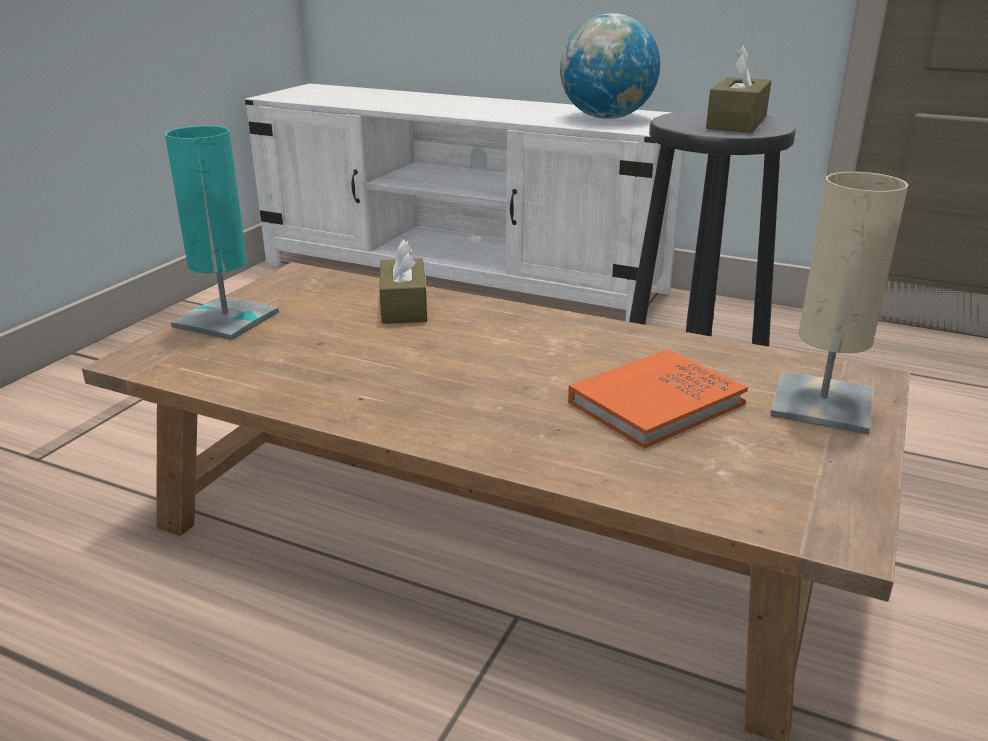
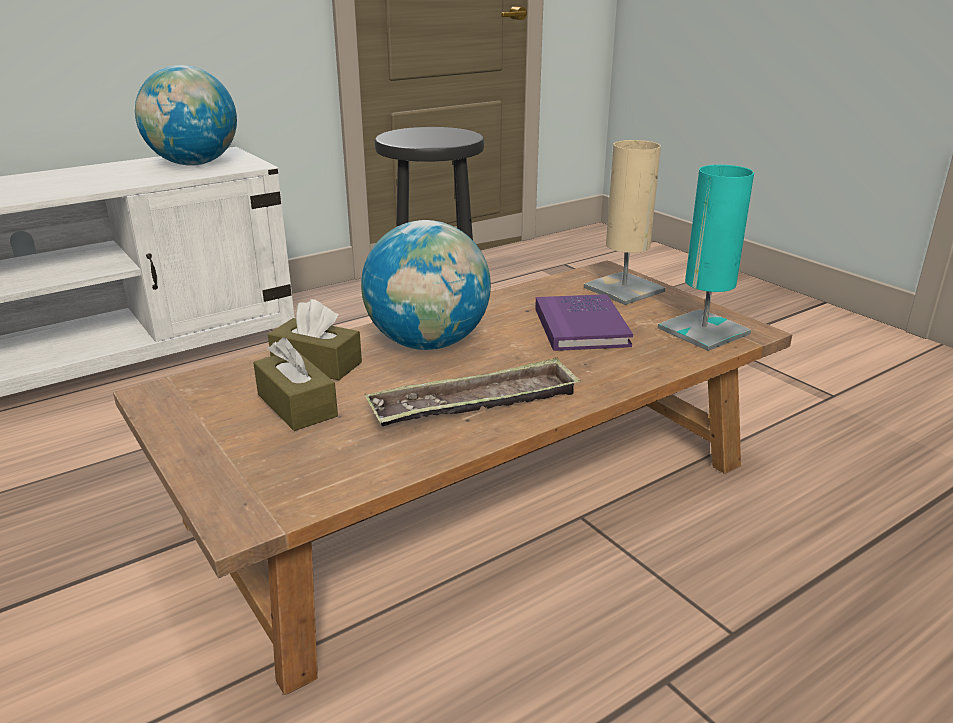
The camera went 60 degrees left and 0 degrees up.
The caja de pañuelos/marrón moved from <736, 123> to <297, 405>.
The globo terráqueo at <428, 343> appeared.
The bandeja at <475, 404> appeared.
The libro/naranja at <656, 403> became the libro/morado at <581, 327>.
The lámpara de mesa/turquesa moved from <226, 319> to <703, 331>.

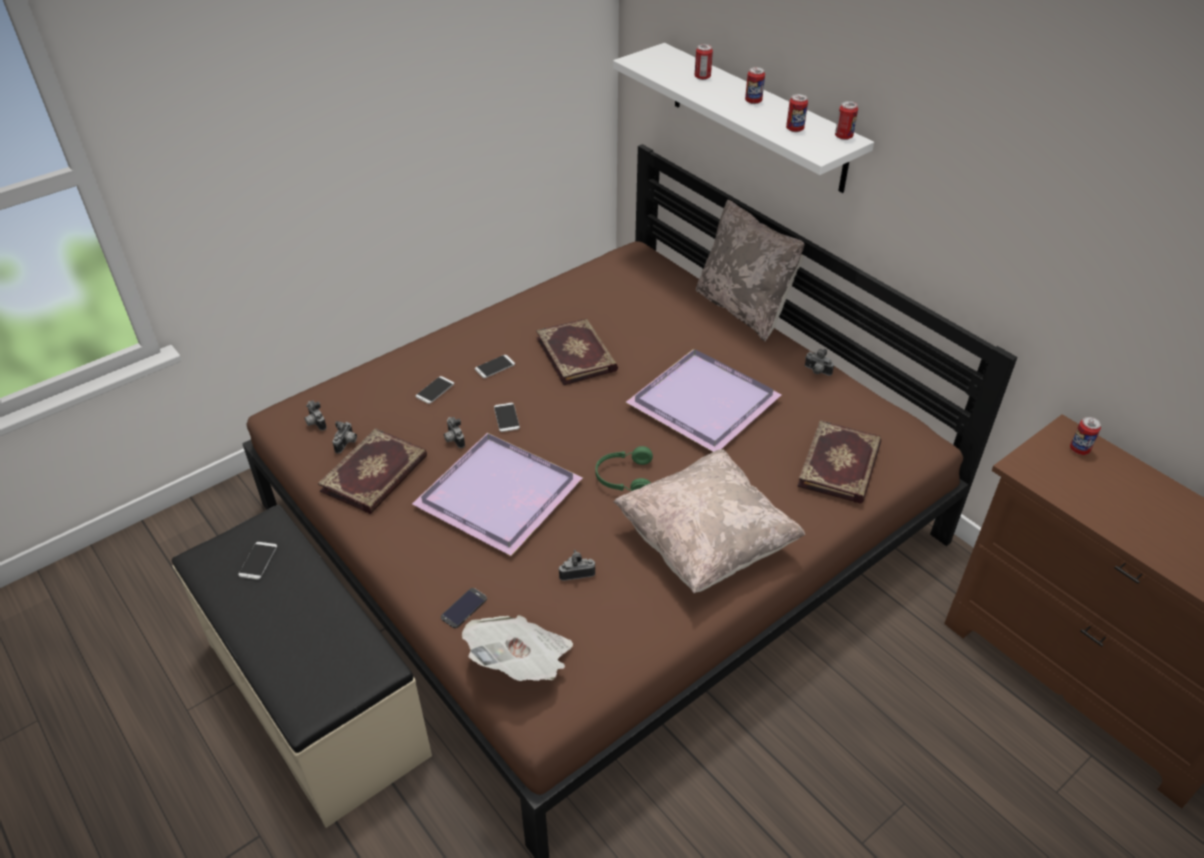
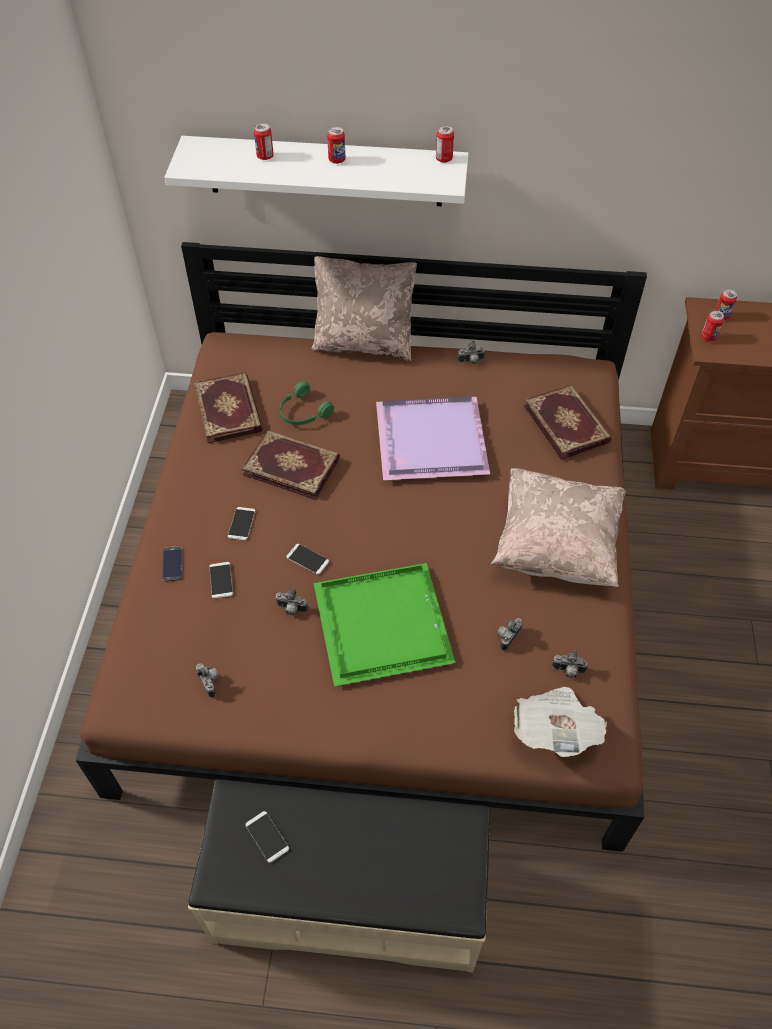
The camera went 45 degrees left and 10 degrees up.
The móvil moved from <464, 608> to <172, 564>.
The libro moved from <375, 474> to <229, 409>.
The auriculares/verde moved from <623, 478> to <302, 413>.
The bandeja/morado at <499, 497> became the bandeja/verde at <385, 626>.
The cámara moved from <315, 423> to <568, 671>.
The lata moved from <794, 129> to <708, 337>.

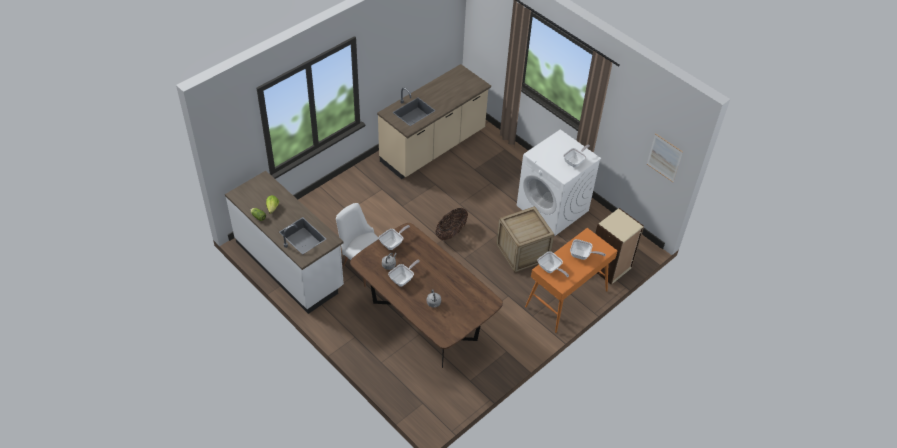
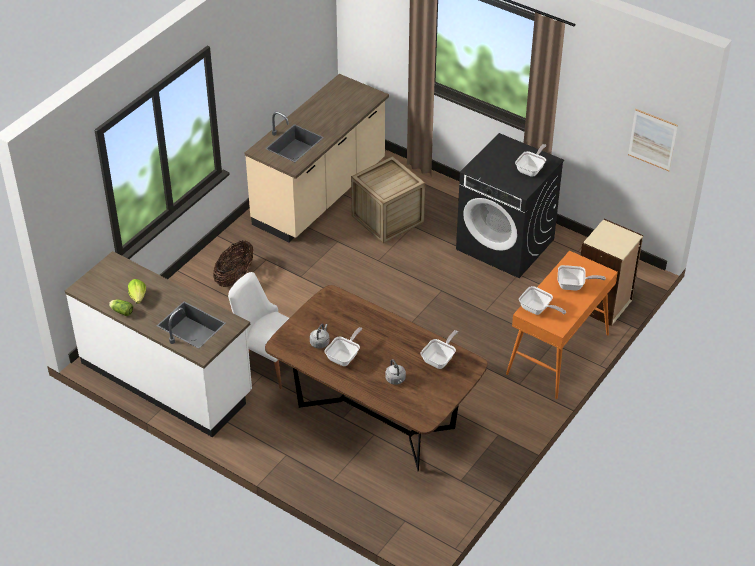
The camera went 10 degrees left and 5 degrees down.
The cesta moved from <451, 232> to <234, 276>.
The caja de embalaje moved from <522, 252> to <387, 219>.
The sartén moved from <393, 243> to <440, 359>.
The lavadora/blanco at <553, 208> became the lavadora/negro at <506, 244>.

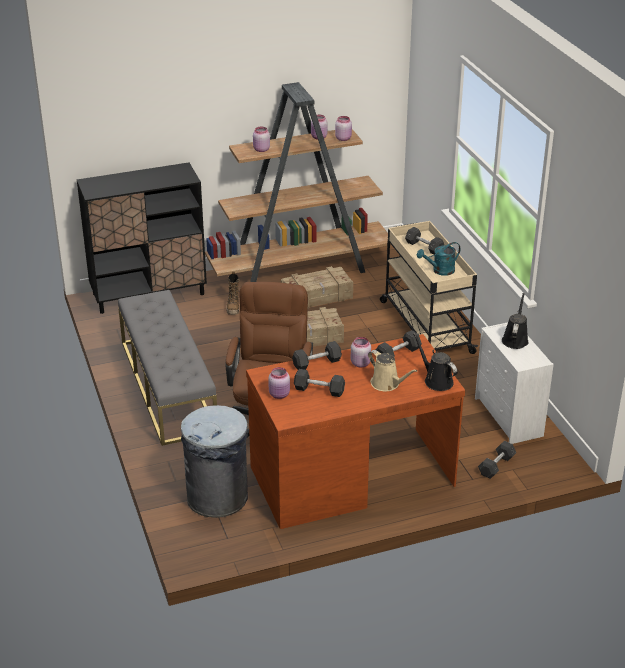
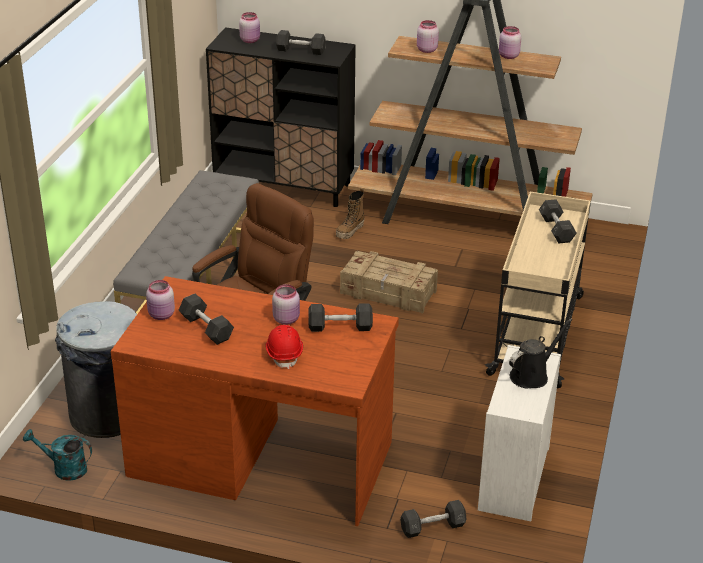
The camera went 35 degrees right and 0 degrees up.
The regadera/turquesa moved from <440, 271> to <64, 469>.
The tarro/rosa moved from <343, 138> to <250, 40>.
The regadera/beis at <387, 384> was replaced by the casco/rojo at <284, 354>.
The mancuerna/gris moved from <317, 363> to <301, 50>.
The caja de embalaje at <317, 297> disappeared.
The regadera/negro at <436, 380> disappeared.

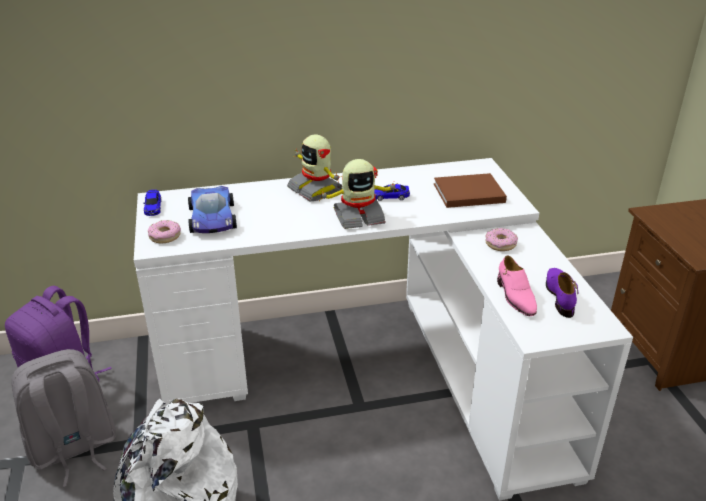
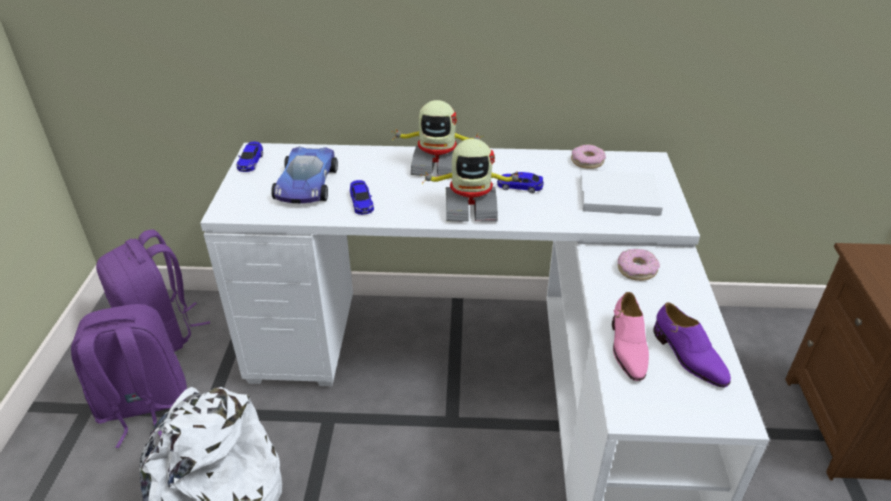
The camera went 15 degrees right and 5 degrees up.
The mochila/gris at <73, 449> became the mochila/morado at <142, 406>.
The coche de juguete at <361, 203> appeared.
The robot de juguete at <316, 189> turned 60 degrees counterclockwise.
The rosquilla moved from <164, 236> to <587, 161>.
The libro/marrón at <466, 193> became the libro/blanco at <615, 195>.
The zapato/morado at <560, 295> turned 135 degrees clockwise.

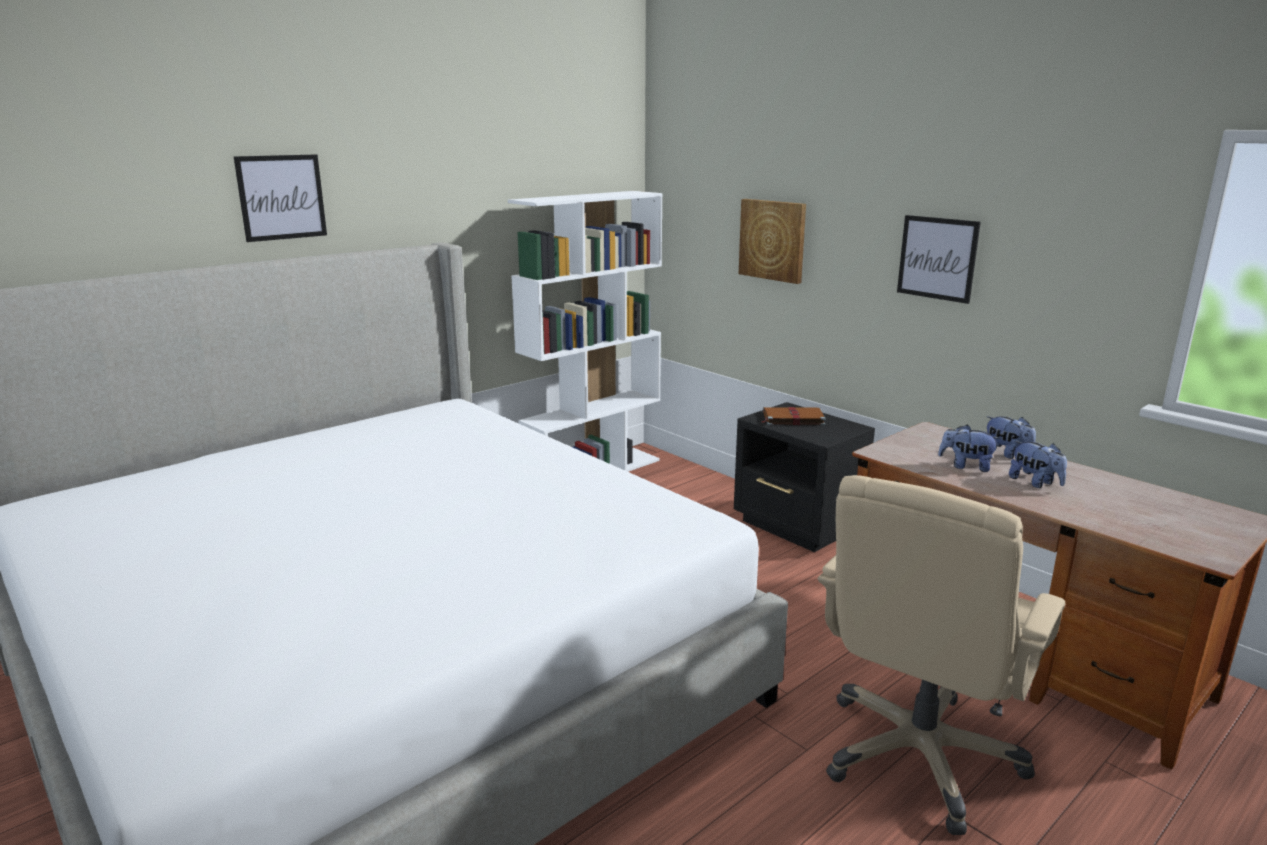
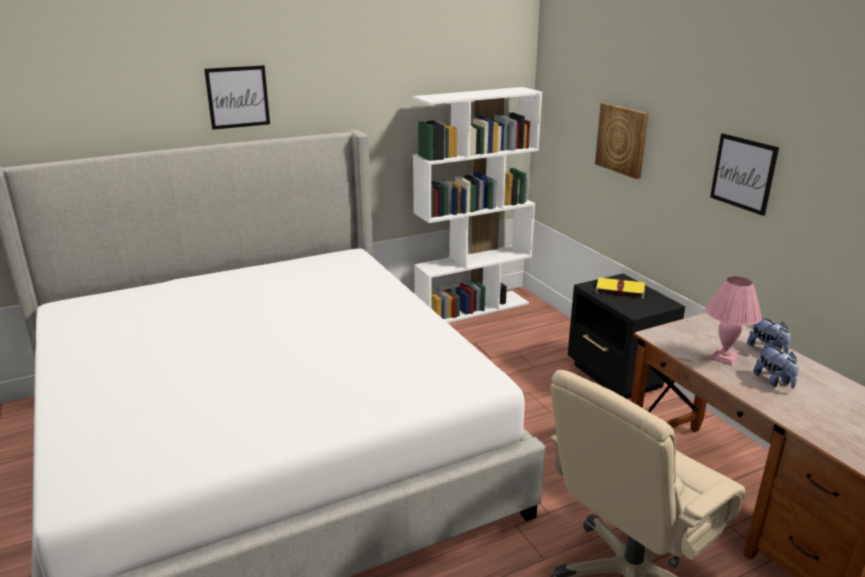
The camera went 15 degrees right and 5 degrees up.
The libro/marrón at <792, 418> became the libro/amarillo at <619, 289>.
The peluche at <966, 466> was replaced by the lámpara de mesa/rosa at <723, 358>.

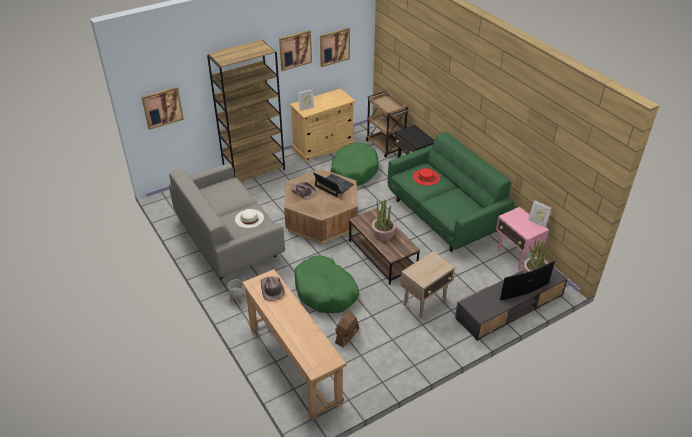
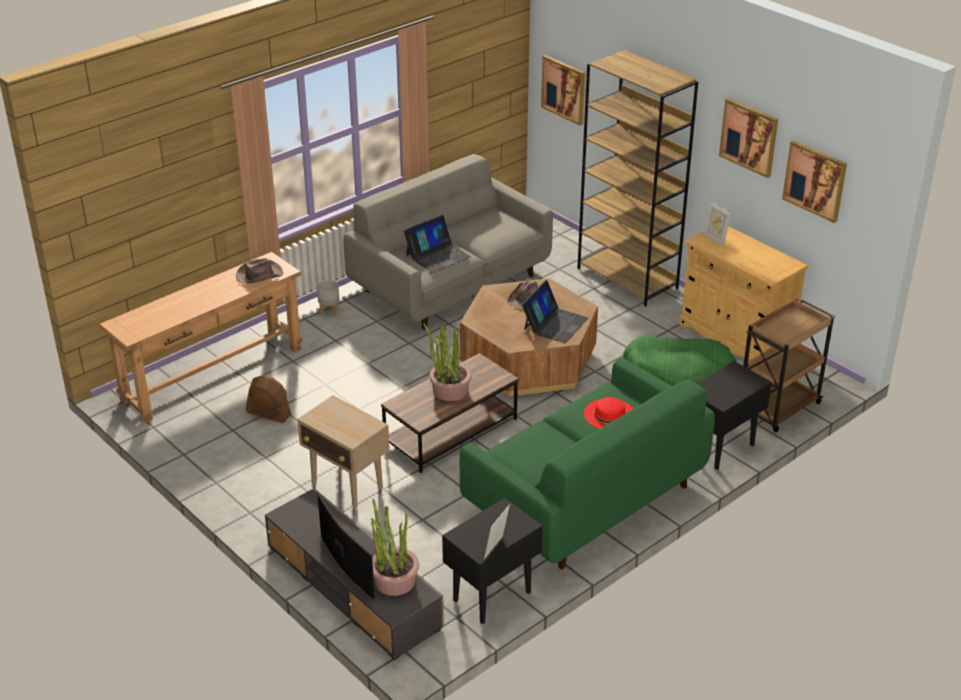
The camera went 80 degrees right and 5 degrees down.
The sombrero/blanco at <249, 218> was replaced by the portátil at <437, 256>.
The mesa auxiliar/rosa at <516, 256> became the mesa auxiliar/negro at <491, 596>.
The cama para perro/verde at <325, 291> disappeared.

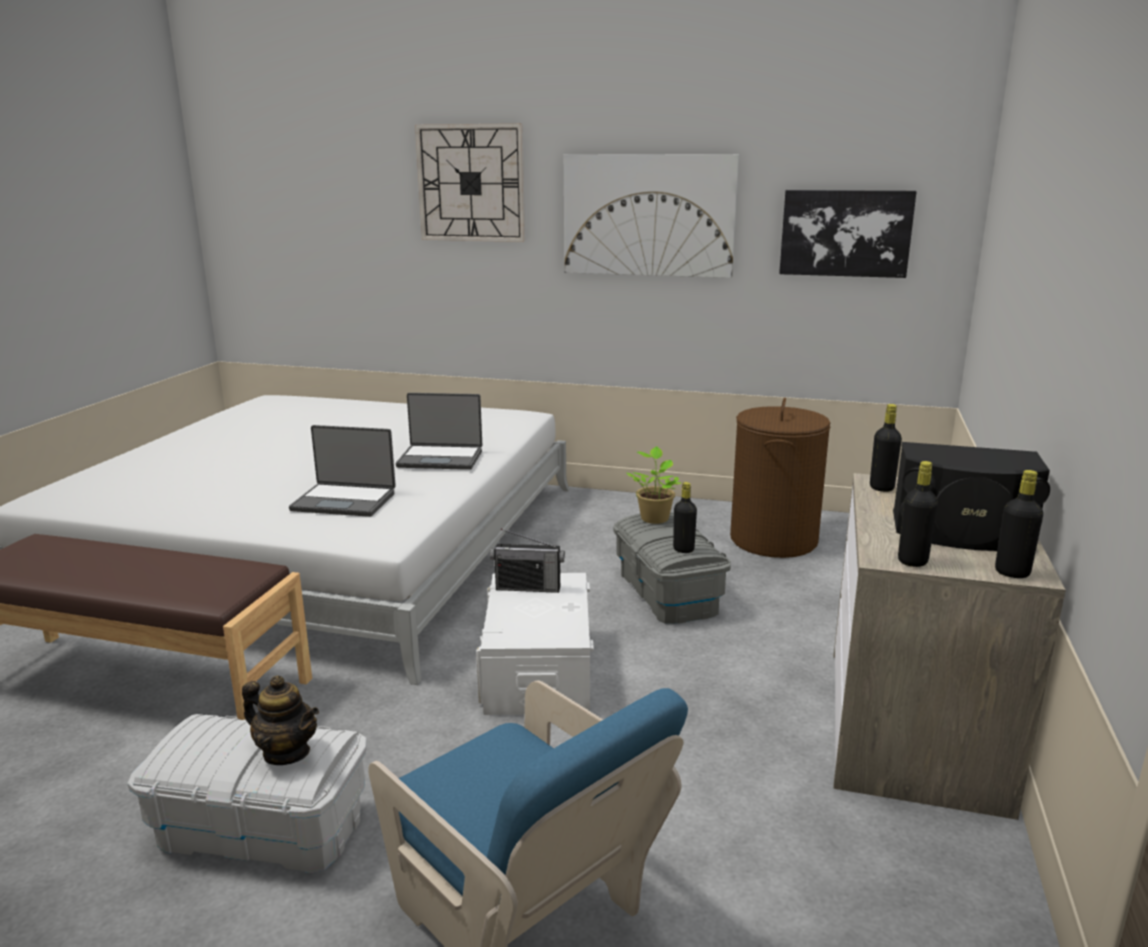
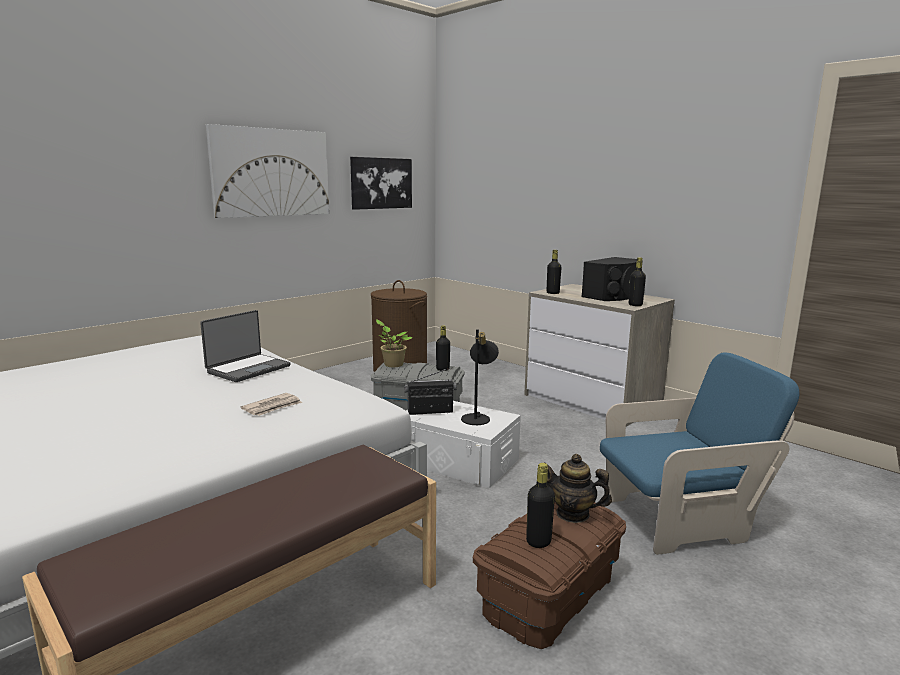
The camera went 60 degrees left and 5 degrees down.
The portátil at <345, 501> was replaced by the periódico at <273, 407>.
The radio at <528, 587> turned 135 degrees counterclockwise.
The lámpara de mesa/negro at <478, 417> appeared.
The caja de almacenaje/blanco at <260, 828> became the caja de almacenaje/marrón at <550, 595>.
The botella/negro moved from <1012, 572> to <538, 542>.
The tetera at <286, 752> turned 120 degrees counterclockwise.
The reloj de pared at <471, 183> disappeared.

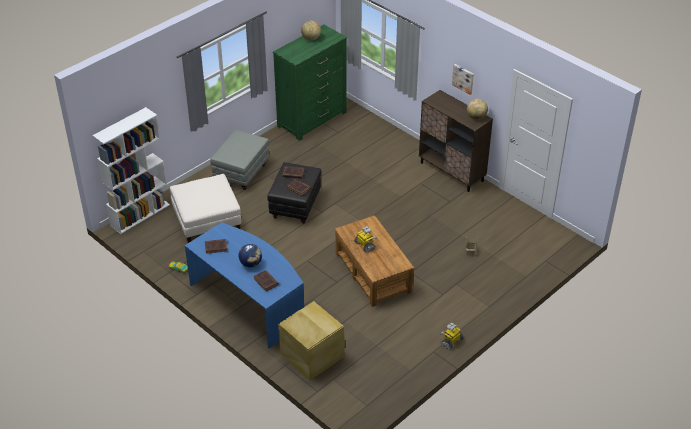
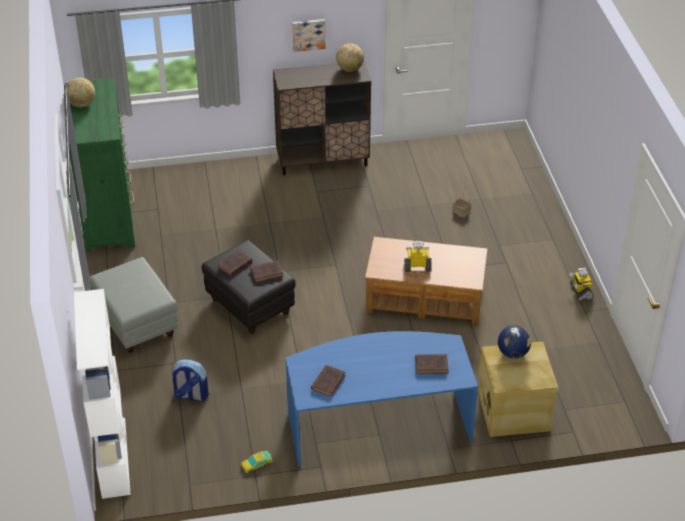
The camera went 55 degrees left and 0 degrees up.
The puf/blanco at <206, 219> was replaced by the mochila at <190, 395>.
The globo terráqueo moved from <251, 264> to <513, 353>.

